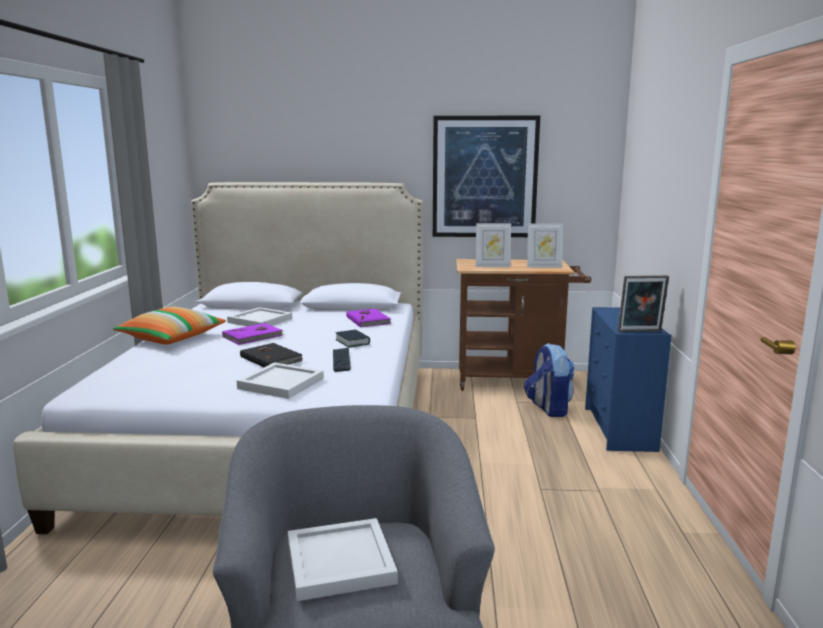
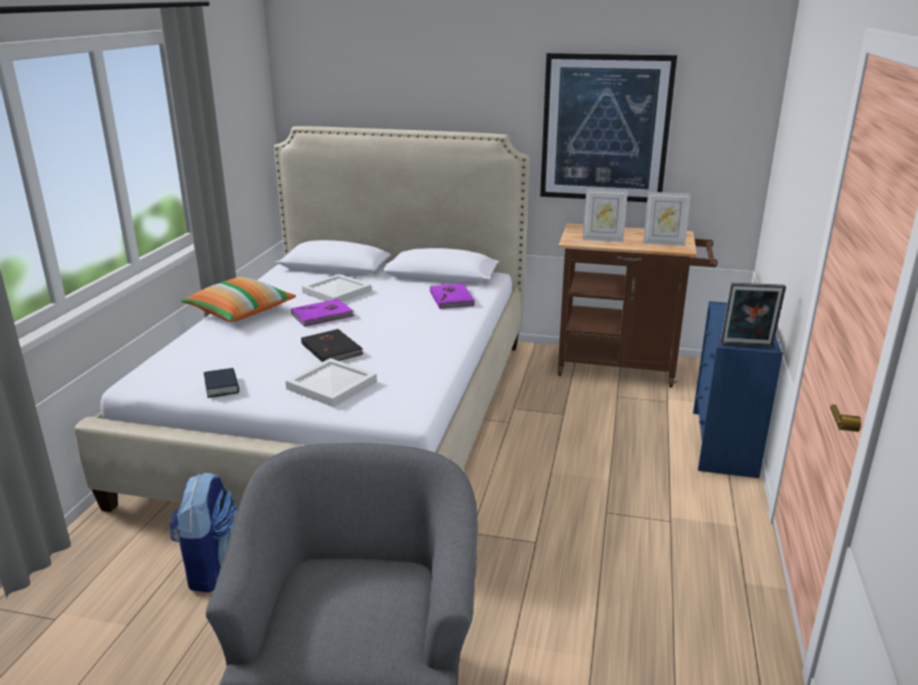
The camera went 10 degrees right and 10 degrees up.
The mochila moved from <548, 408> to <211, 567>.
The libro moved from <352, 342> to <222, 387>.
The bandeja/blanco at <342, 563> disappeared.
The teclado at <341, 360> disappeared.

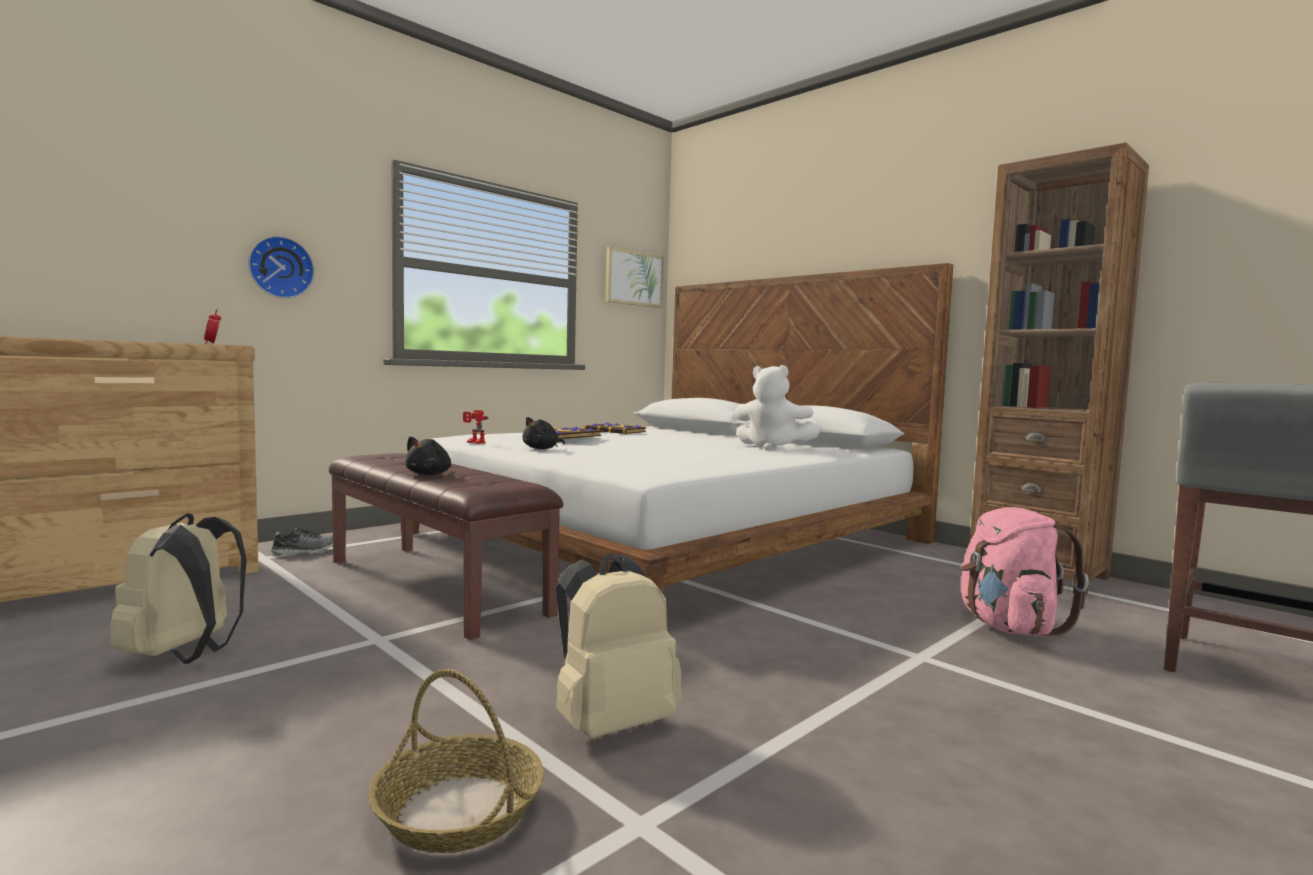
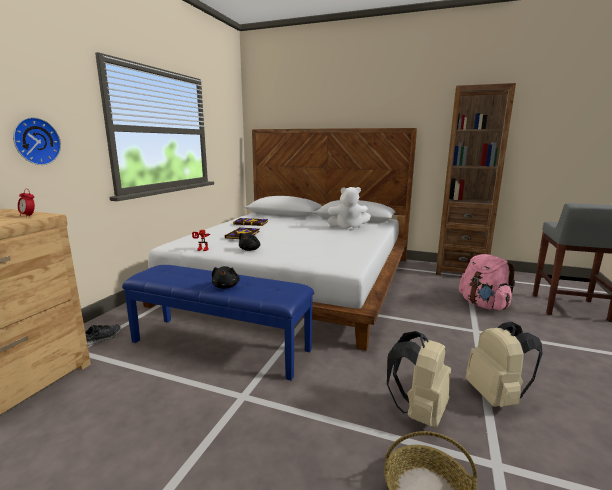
The camera went 25 degrees left and 10 degrees up.
The banco/marrón at <435, 585> became the banco/azul at <221, 345>.
The mochila/beis moved from <184, 655> to <496, 397>.
The cuadro at <633, 278> disappeared.

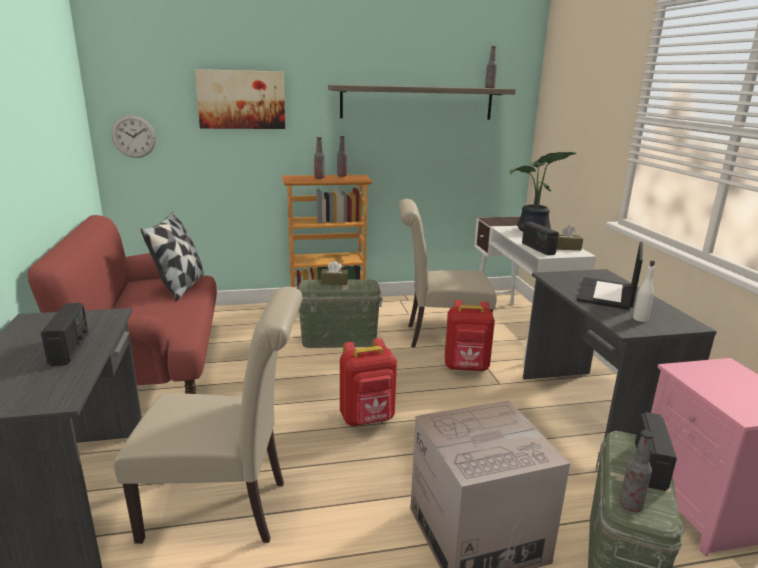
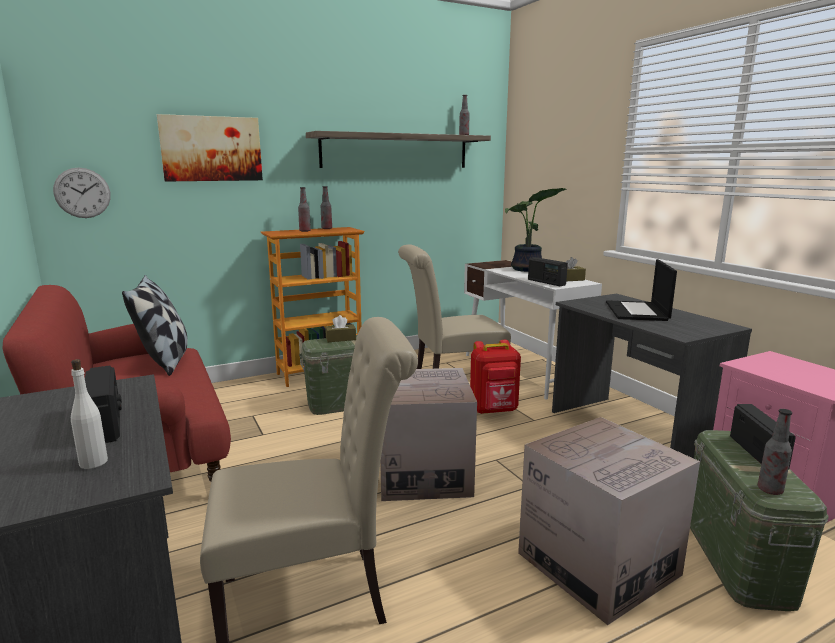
The camera went 15 degrees left and 5 degrees down.
The botella/blanco moved from <640, 319> to <94, 462>.
The mochila/rojo at <368, 419> was replaced by the caja de cartón at <423, 474>.

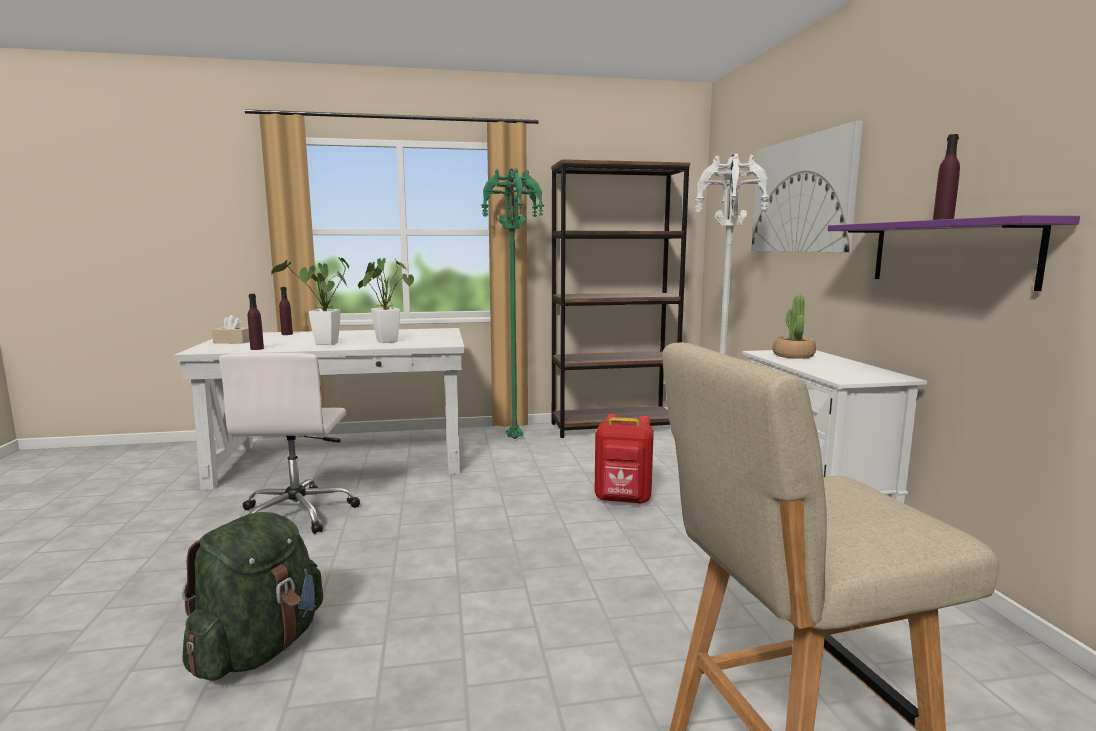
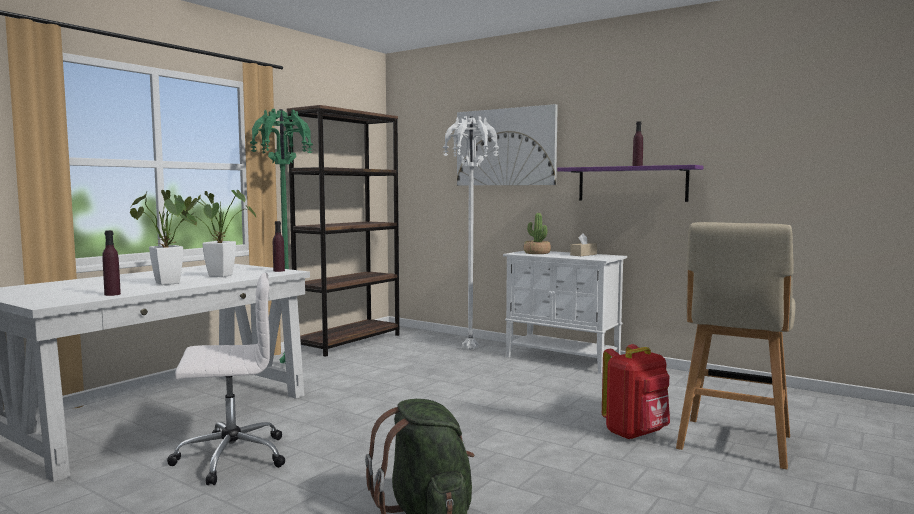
The camera went 45 degrees left and 5 degrees down.
The silla de oficina/blanco at <298, 513> turned 60 degrees counterclockwise.
The botella/morado moved from <287, 334> to <279, 271>.
The caja de pañuelos/beis moved from <232, 342> to <583, 255>.
The mochila/rojo moved from <623, 500> to <636, 433>.

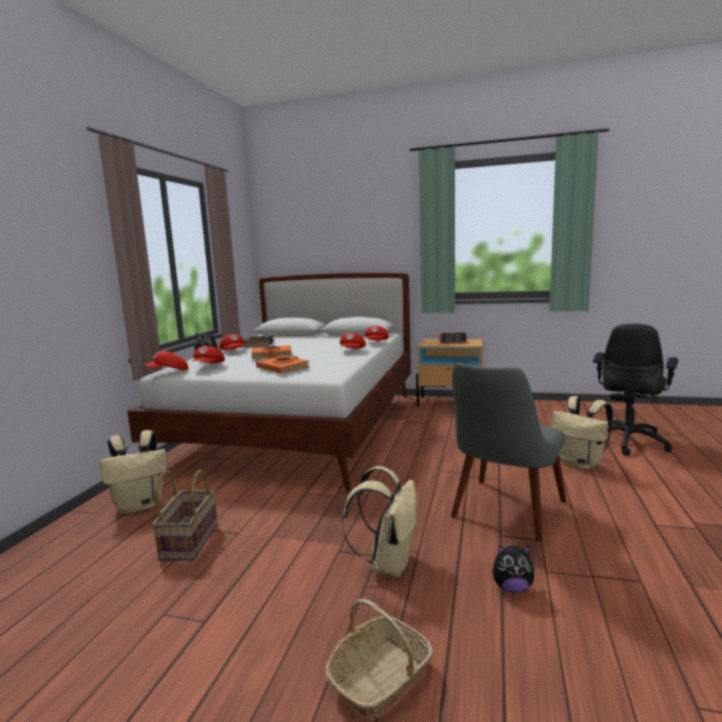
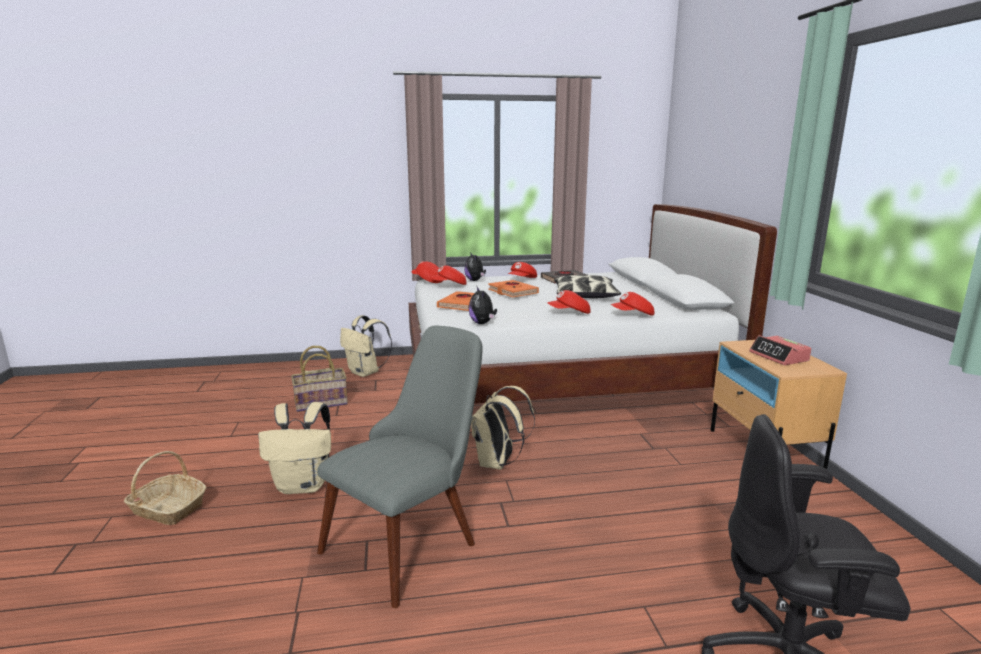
The camera went 65 degrees right and 5 degrees up.
The silla/gris at <503, 515> turned 120 degrees clockwise.
The peluche moved from <512, 588> to <482, 323>.
The mochila/beis moved from <580, 463> to <497, 463>.
The cojín at <585, 295> appeared.

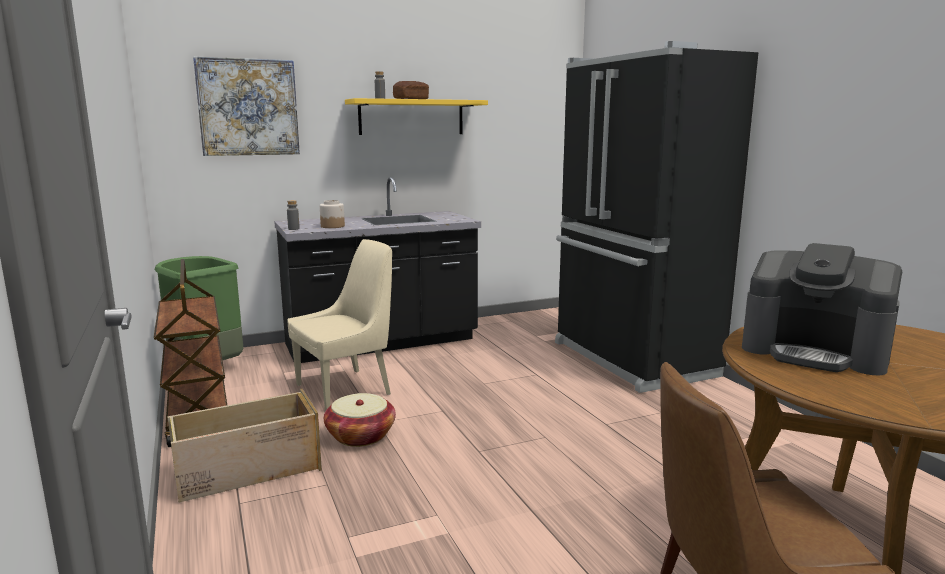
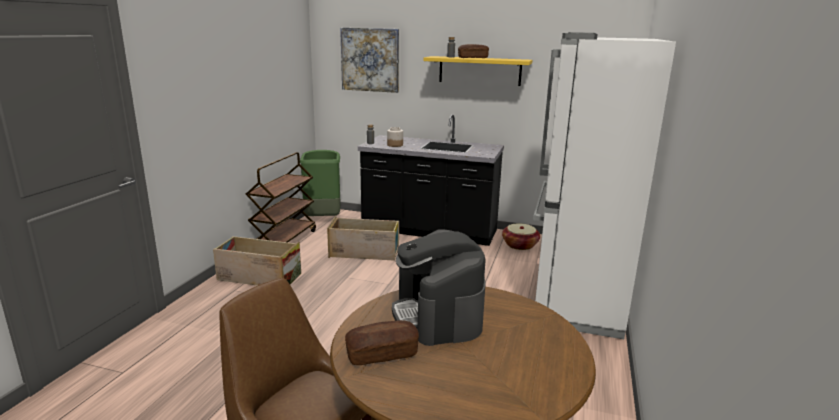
The camera went 40 degrees right and 5 degrees up.
The silla/beis at <347, 388> was replaced by the caja de embalaje at <365, 252>.
The pan at <382, 354> appeared.
The cesta moved from <360, 436> to <520, 245>.
The nevera/negro at <631, 360> became the nevera/blanco at <574, 299>.

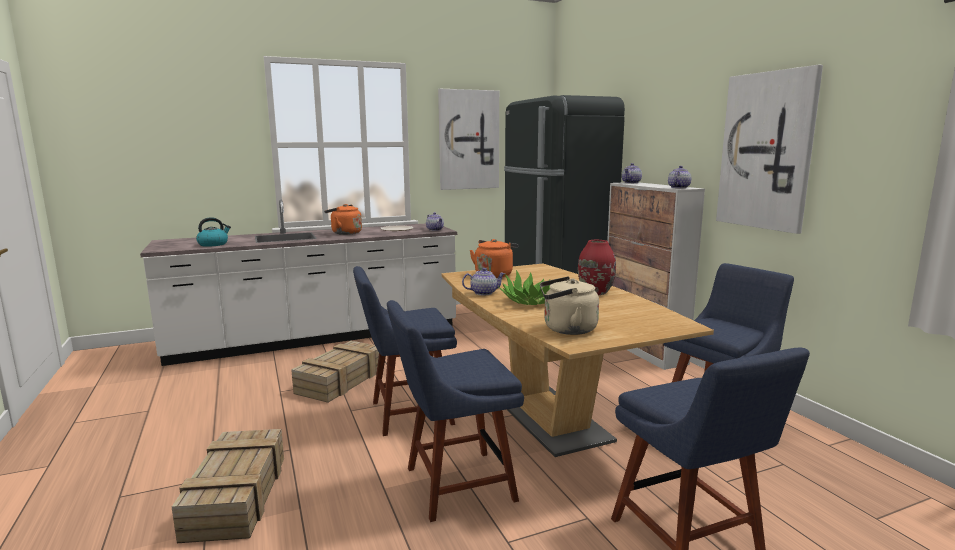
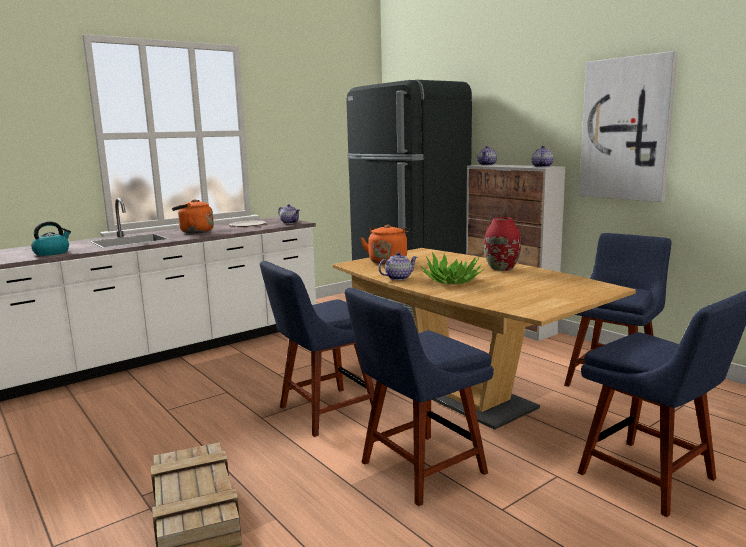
The camera went 15 degrees left and 0 degrees up.
The caja de embalaje at <341, 380> disappeared.
The cuadro at <468, 140> disappeared.
The hervidor/beis at <566, 329> disappeared.

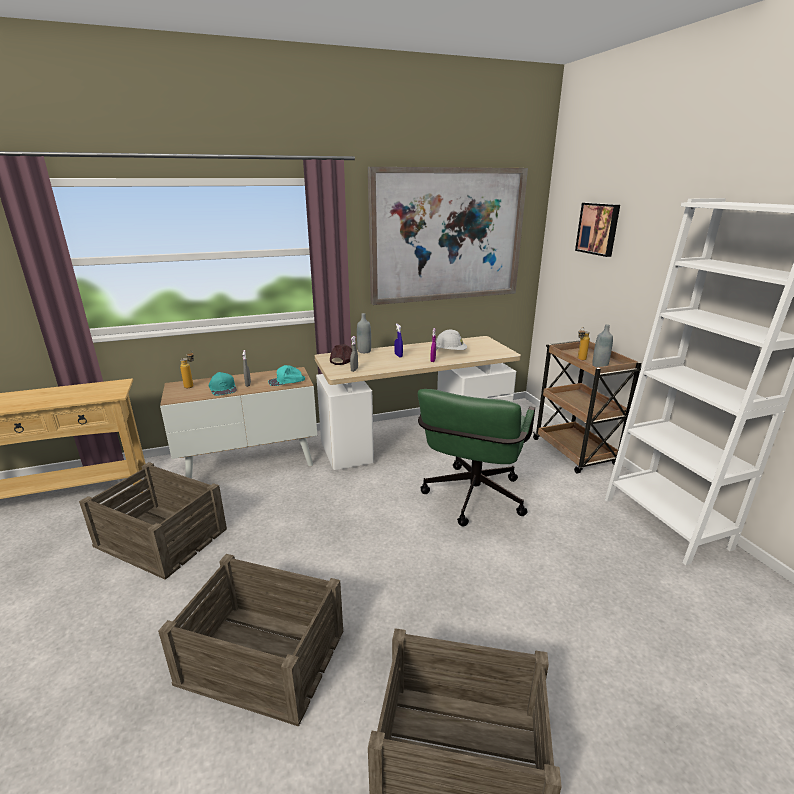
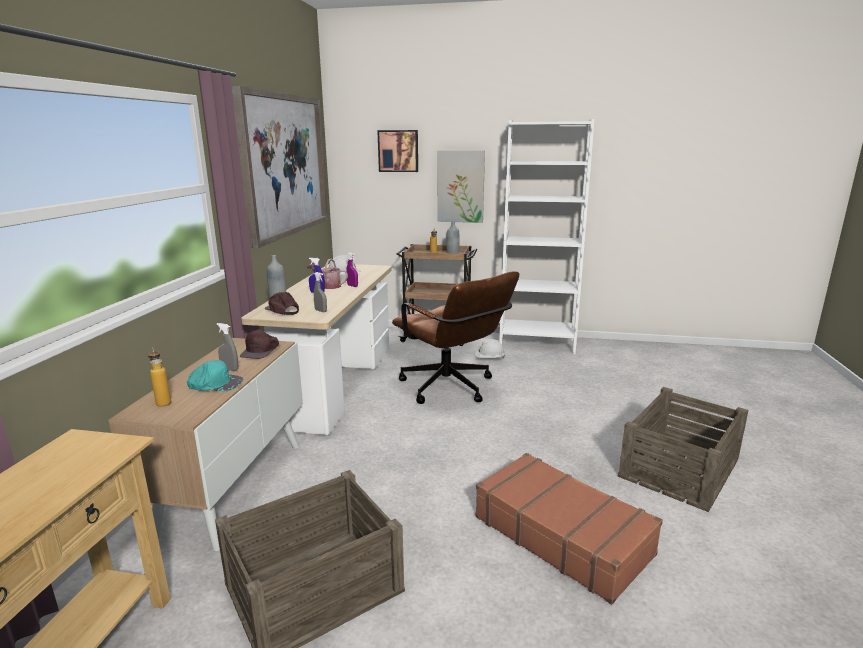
The camera went 60 degrees left and 5 degrees down.
The gorra/turquesa at <286, 381> became the gorra/marrón at <261, 350>.
The regadera at <328, 286> appeared.
The silla de oficina/verde at <471, 501> became the silla de oficina/marrón at <452, 389>.
The cuadro at <460, 186> appeared.
The casco/blanco at <489, 359> appeared.
The caja de embalaje at <262, 655> was replaced by the maleta/marrón at <562, 535>.

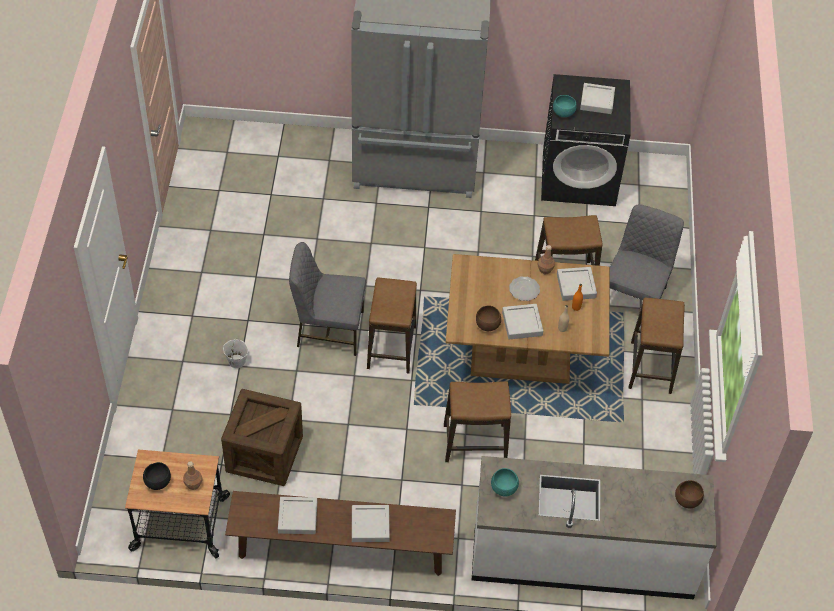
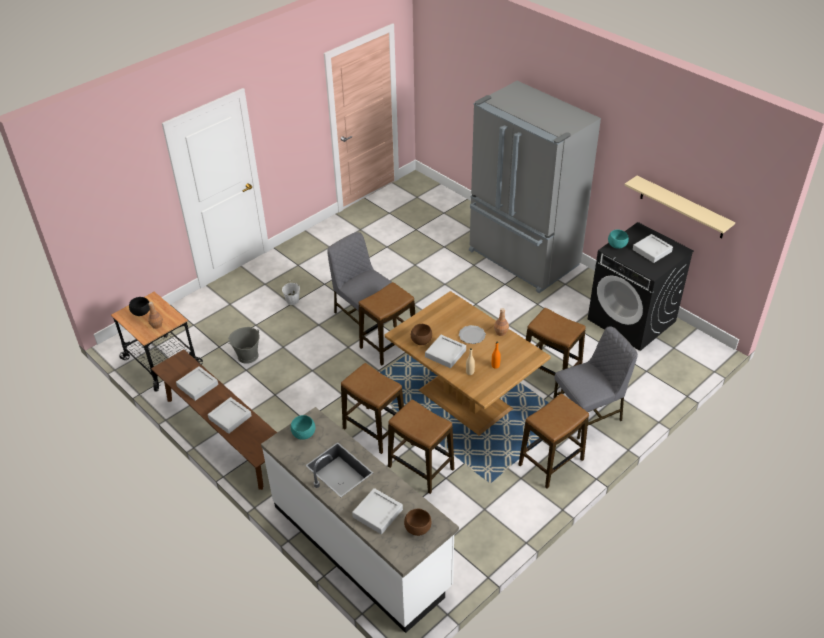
The camera went 45 degrees right and 10 degrees down.
The caja de embalaje at <264, 454> was replaced by the cubo/gris at <247, 356>.
The bandeja/gris moved from <576, 286> to <377, 513>.
The taburete at <420, 468> appeared.
The estante/beis at <682, 207> appeared.

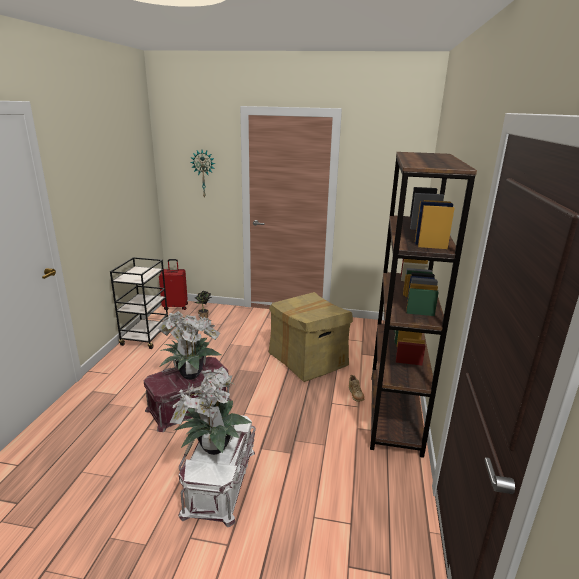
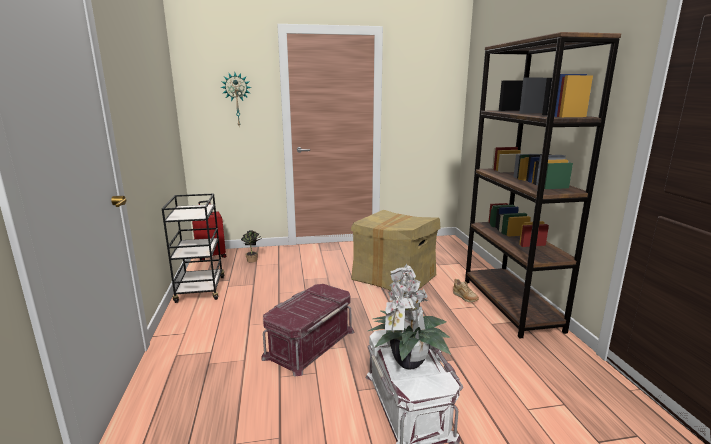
The camera went 20 degrees left and 5 degrees down.
The planta en maceta at <189, 374> disappeared.

